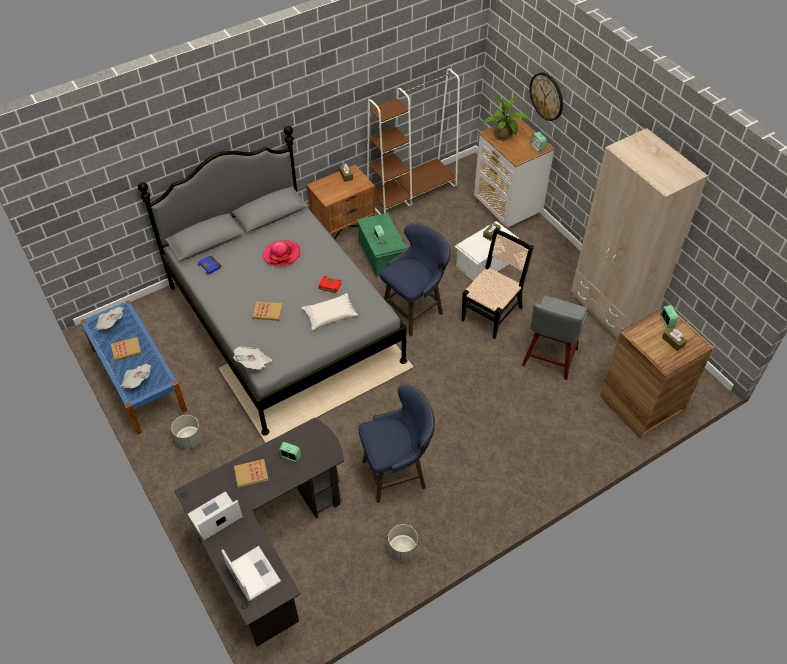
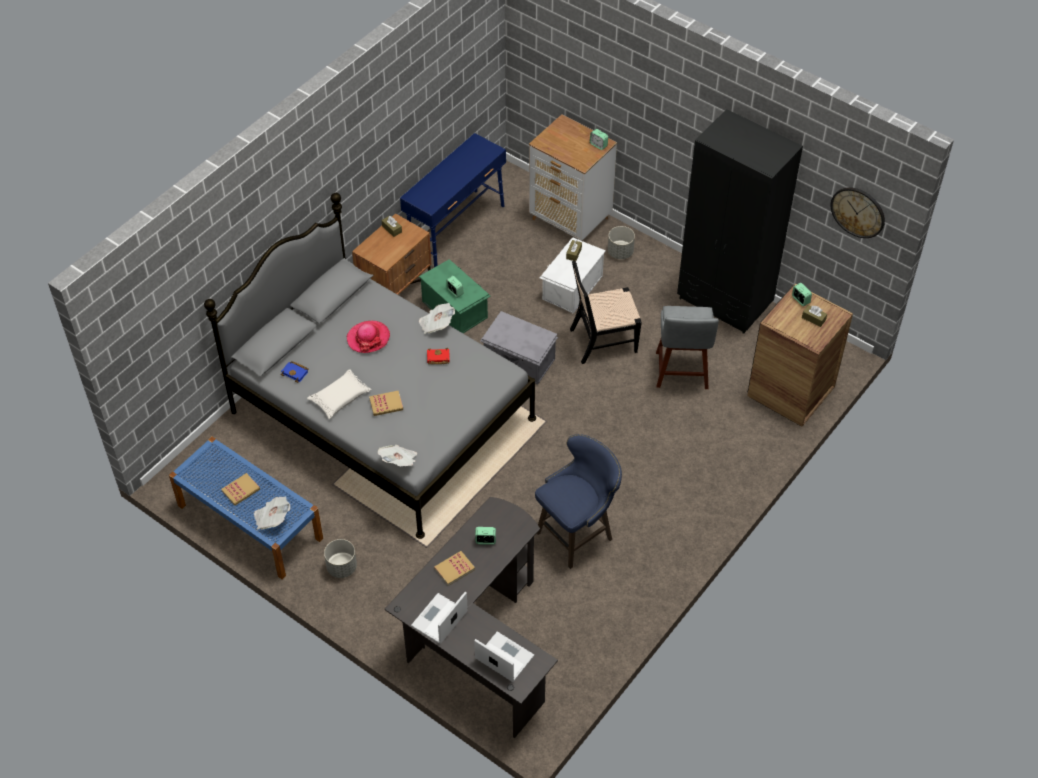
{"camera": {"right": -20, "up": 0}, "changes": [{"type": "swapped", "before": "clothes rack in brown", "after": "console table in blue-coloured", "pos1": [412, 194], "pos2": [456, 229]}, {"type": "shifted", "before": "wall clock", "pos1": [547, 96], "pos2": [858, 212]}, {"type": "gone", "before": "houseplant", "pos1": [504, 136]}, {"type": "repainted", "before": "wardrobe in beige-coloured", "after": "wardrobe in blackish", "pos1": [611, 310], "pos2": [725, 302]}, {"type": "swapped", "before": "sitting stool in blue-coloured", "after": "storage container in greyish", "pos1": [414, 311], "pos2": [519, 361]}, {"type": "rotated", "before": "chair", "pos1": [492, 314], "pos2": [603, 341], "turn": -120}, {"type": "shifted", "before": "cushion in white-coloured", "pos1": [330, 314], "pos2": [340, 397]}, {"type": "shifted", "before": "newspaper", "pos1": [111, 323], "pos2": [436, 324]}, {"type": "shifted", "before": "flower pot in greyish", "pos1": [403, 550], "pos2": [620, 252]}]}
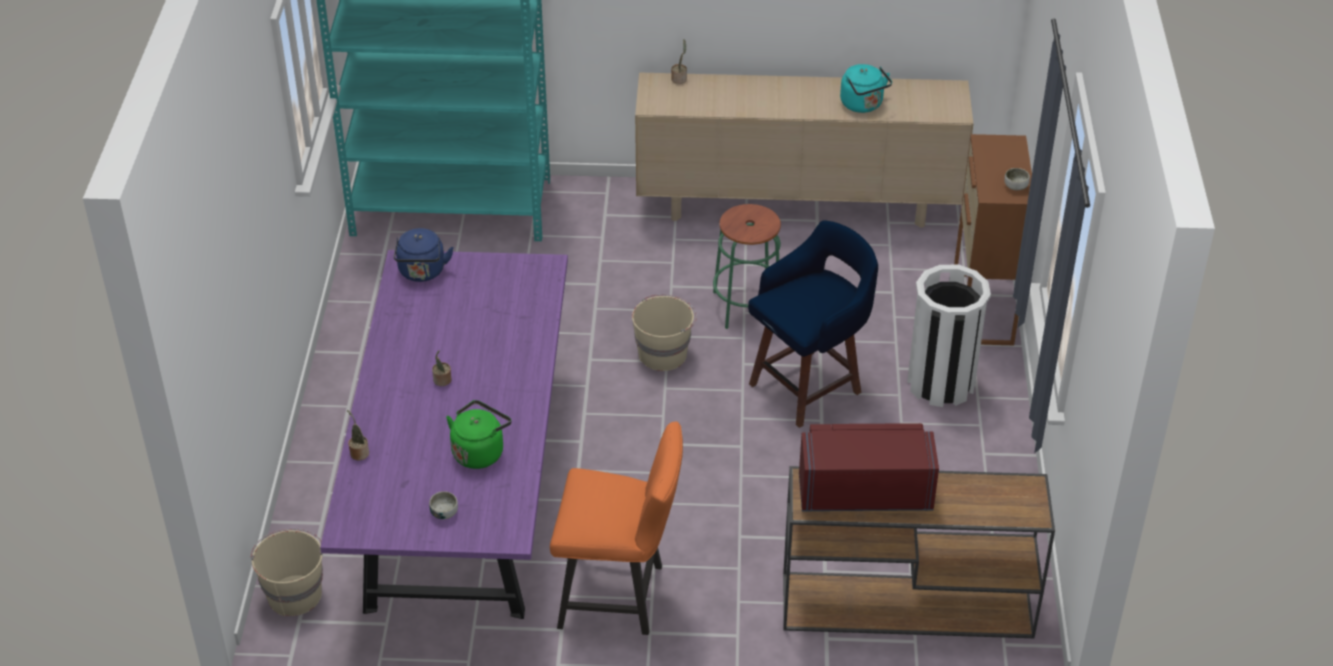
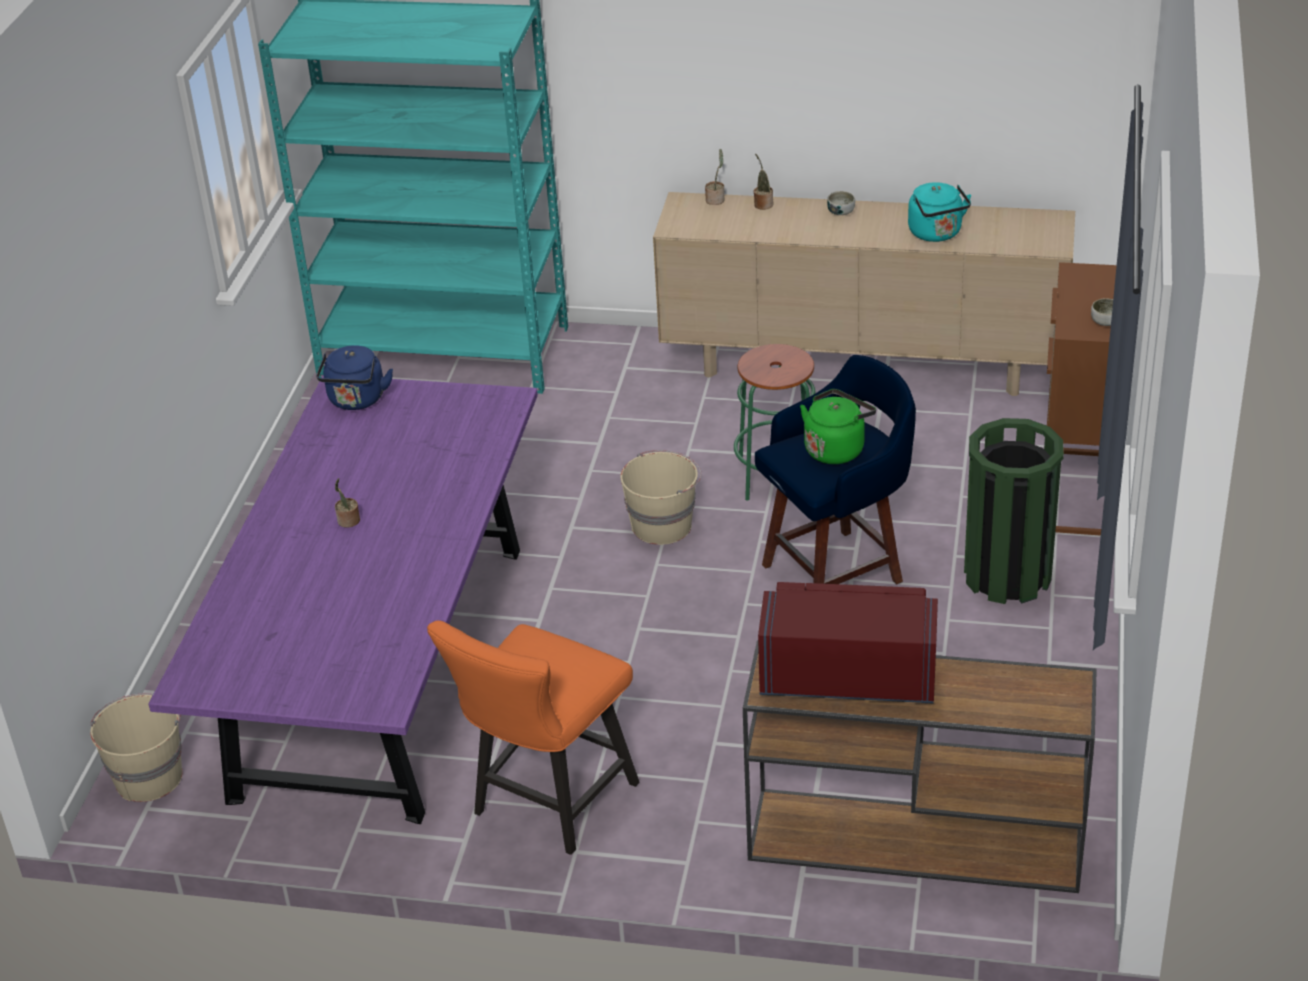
{"camera": {"right": 10, "up": -5}, "changes": [{"type": "repainted", "before": "waste bin in white-coloured", "after": "waste bin in greenish", "pos1": [941, 383], "pos2": [1007, 576]}, {"type": "shifted", "before": "kettle in greenish", "pos1": [480, 452], "pos2": [836, 449]}, {"type": "shifted", "before": "houseplant", "pos1": [359, 452], "pos2": [762, 204]}, {"type": "rotated", "before": "chair in orangey", "pos1": [620, 596], "pos2": [547, 805], "turn": 105}, {"type": "shifted", "before": "deep dish", "pos1": [444, 512], "pos2": [841, 212]}]}
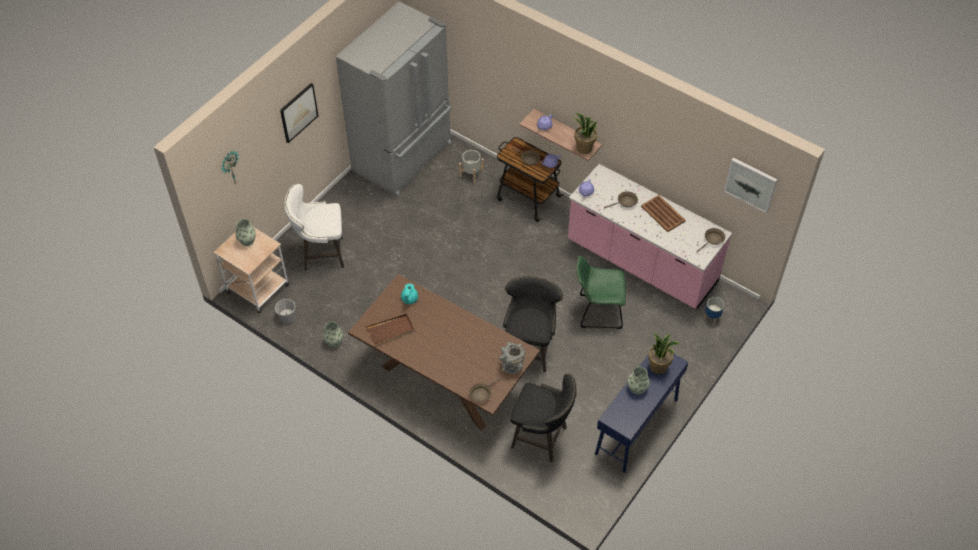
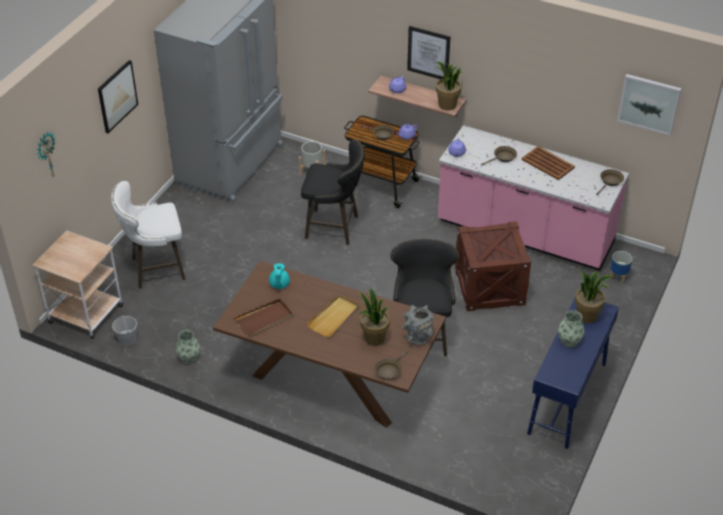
{"camera": {"right": -10, "up": -10}, "changes": [{"type": "gone", "before": "decorative vase", "pos1": [247, 240]}, {"type": "swapped", "before": "chair in greenish", "after": "shipping crate", "pos1": [597, 311], "pos2": [489, 287]}, {"type": "shifted", "before": "sitting stool in blackish", "pos1": [542, 438], "pos2": [334, 227]}, {"type": "new", "after": "wall picture", "pos2": [428, 53]}, {"type": "new", "after": "houseplant", "pos2": [374, 338]}, {"type": "new", "after": "serving tray in beige-coloured", "pos2": [334, 317]}]}
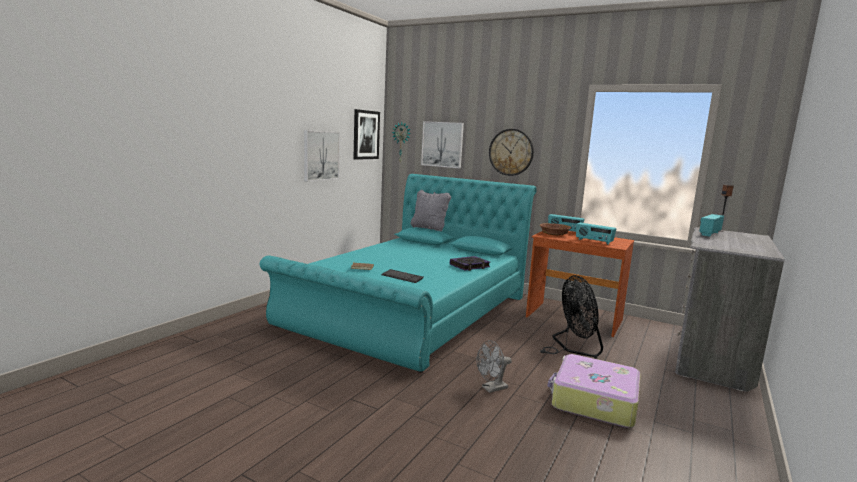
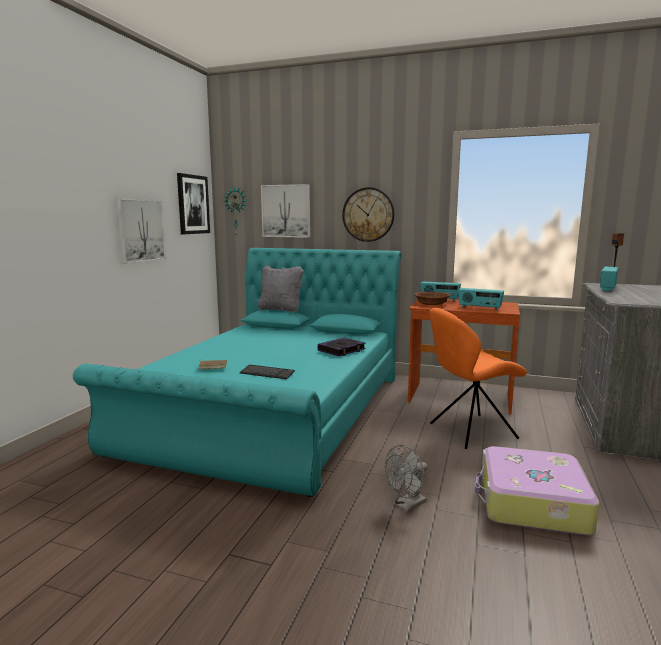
{"camera": {"right": -10, "up": 0}, "changes": [{"type": "swapped", "before": "cooling fan in blackish", "after": "chair in orangey", "pos1": [569, 345], "pos2": [470, 431]}]}
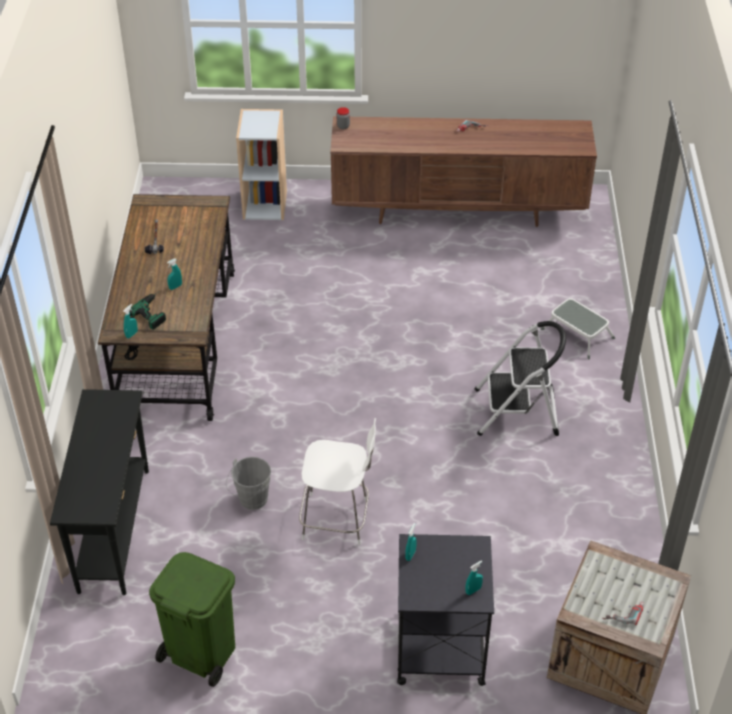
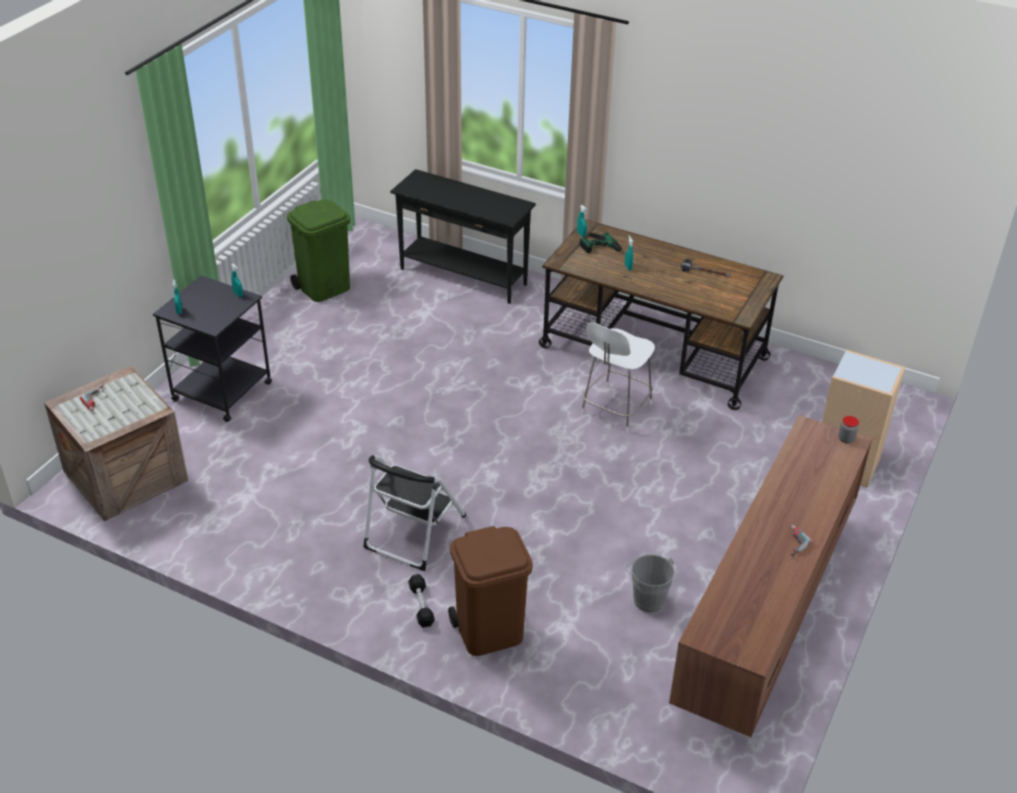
{"camera": {"right": 115, "up": -5}, "changes": [{"type": "swapped", "before": "step ladder in greyish", "after": "waste bin in brown", "pos1": [577, 333], "pos2": [490, 632]}, {"type": "shifted", "before": "chair in white-coloured", "pos1": [338, 520], "pos2": [615, 410]}, {"type": "shifted", "before": "water bucket in greyish", "pos1": [251, 501], "pos2": [646, 598]}, {"type": "new", "after": "dumbbell in blackish", "pos2": [421, 605]}]}
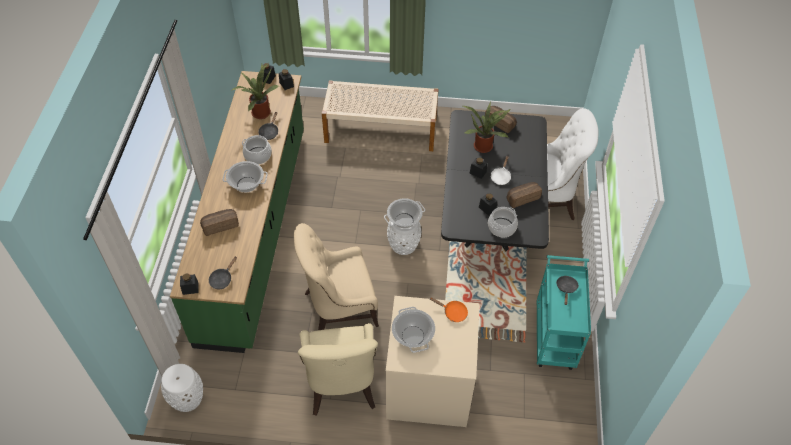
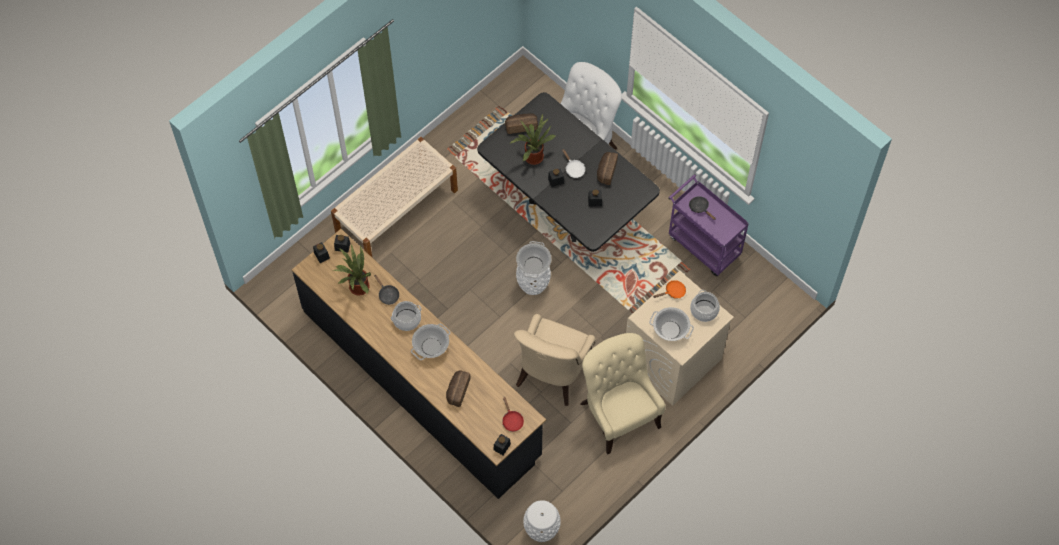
{"camera": {"right": -50, "up": 10}, "changes": [{"type": "repainted", "before": "kitchen counter in greenish", "after": "kitchen counter in blackish", "pos1": [255, 232], "pos2": [421, 382]}, {"type": "shifted", "before": "cooking pot", "pos1": [501, 227], "pos2": [704, 310]}, {"type": "repainted", "before": "wheeled cart in turquoise-coloured", "after": "wheeled cart in purplish", "pos1": [554, 337], "pos2": [702, 247]}, {"type": "repainted", "before": "frying pan in blackish", "after": "frying pan in red-coloured", "pos1": [222, 279], "pos2": [512, 420]}, {"type": "rotated", "before": "chair in beige-coloured", "pos1": [341, 382], "pos2": [618, 414], "turn": -150}]}
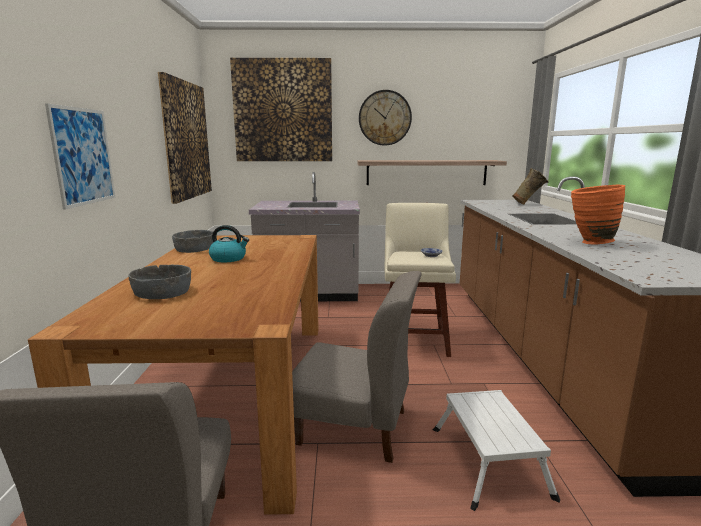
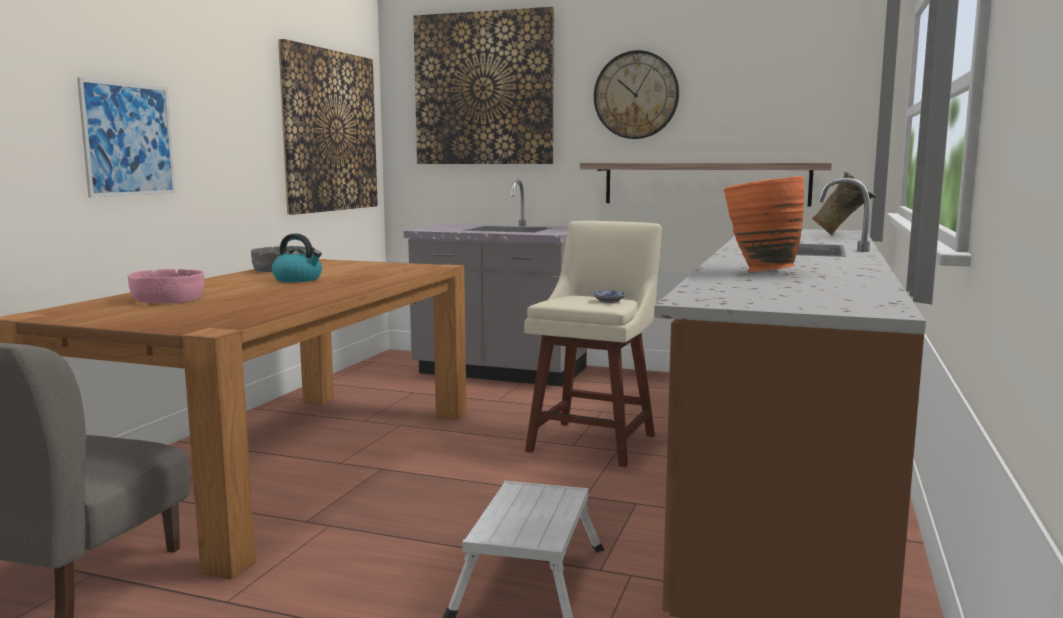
{"camera": {"right": 20, "up": -5}, "changes": [{"type": "repainted", "before": "deep dish in greyish", "after": "deep dish in pink-coloured", "pos1": [163, 292], "pos2": [168, 299]}, {"type": "gone", "before": "chair in greyish", "pos1": [354, 427]}]}
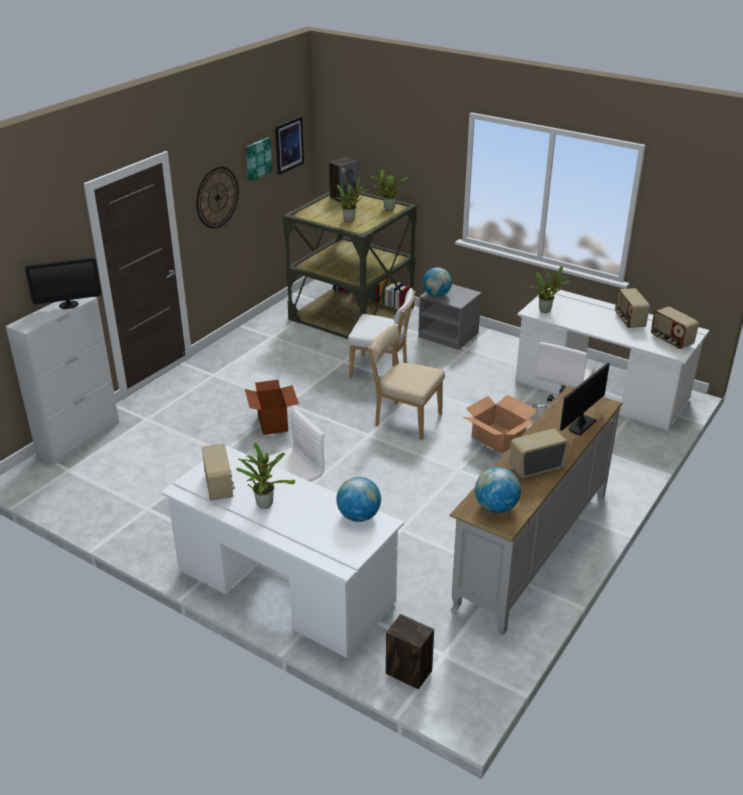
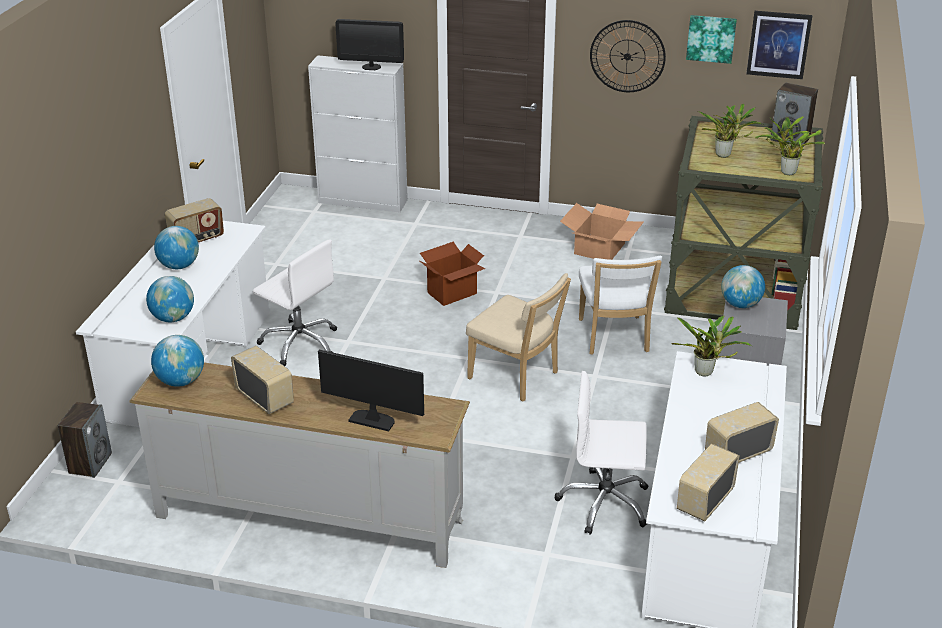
{"camera": {"right": 70, "up": 0}, "changes": [{"type": "rotated", "before": "computer screen", "pos1": [68, 305], "pos2": [371, 67], "turn": -45}, {"type": "rotated", "before": "chair in beige-coloured", "pos1": [405, 419], "pos2": [516, 377], "turn": 120}, {"type": "shifted", "before": "cardboard box", "pos1": [498, 437], "pos2": [600, 248]}, {"type": "swapped", "before": "houseplant", "after": "globe", "pos1": [264, 503], "pos2": [179, 266]}]}
